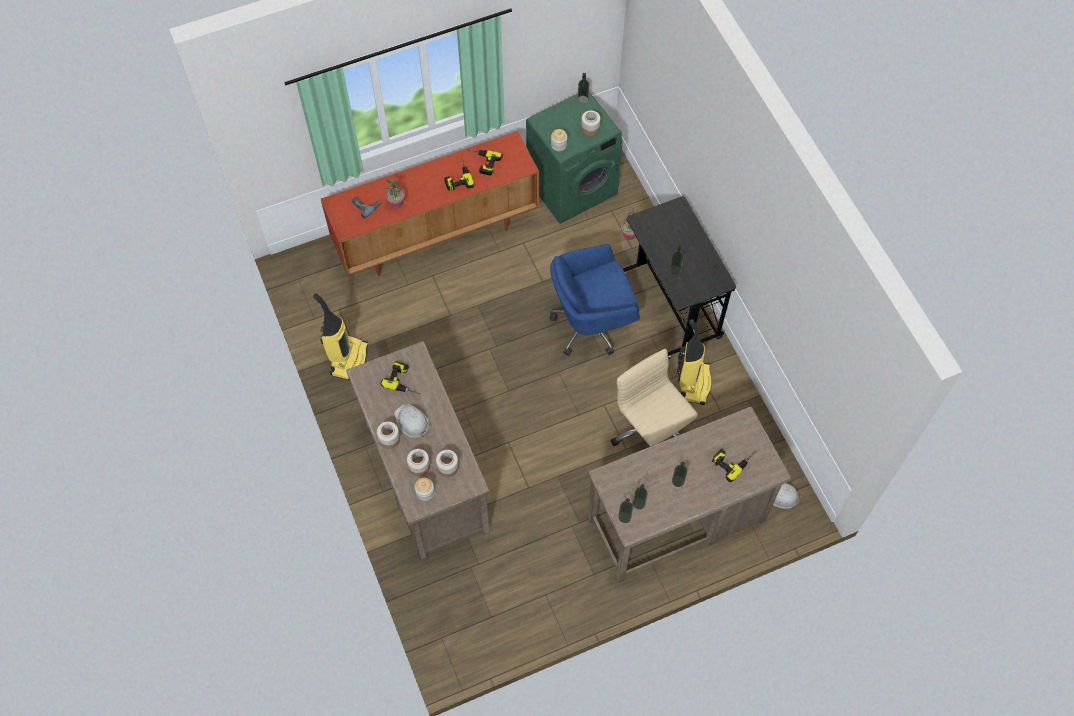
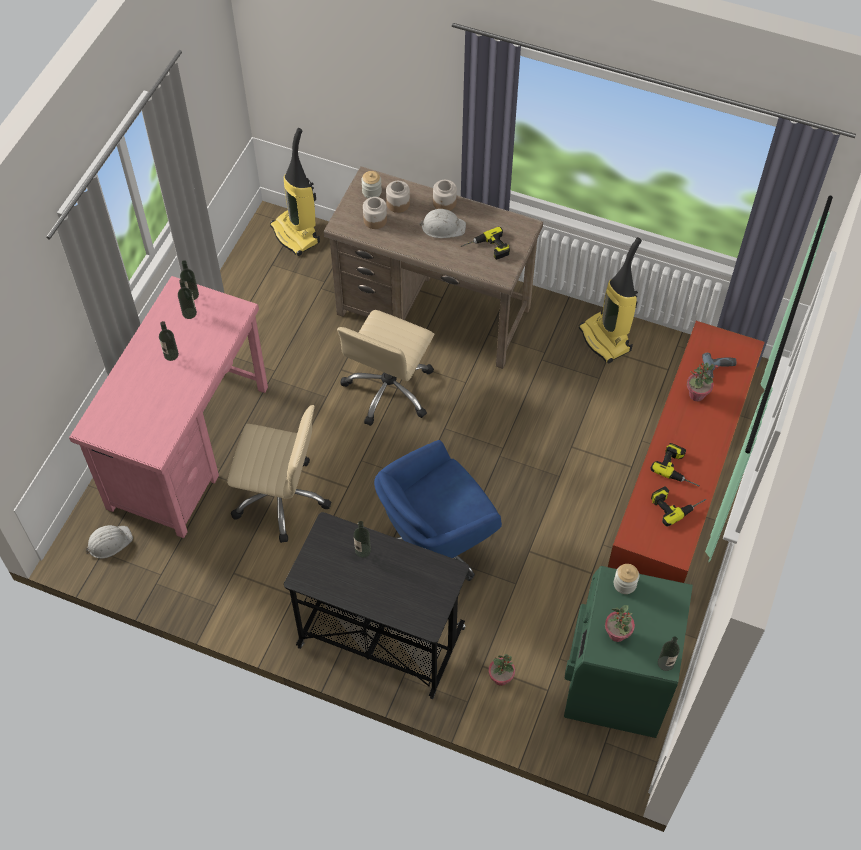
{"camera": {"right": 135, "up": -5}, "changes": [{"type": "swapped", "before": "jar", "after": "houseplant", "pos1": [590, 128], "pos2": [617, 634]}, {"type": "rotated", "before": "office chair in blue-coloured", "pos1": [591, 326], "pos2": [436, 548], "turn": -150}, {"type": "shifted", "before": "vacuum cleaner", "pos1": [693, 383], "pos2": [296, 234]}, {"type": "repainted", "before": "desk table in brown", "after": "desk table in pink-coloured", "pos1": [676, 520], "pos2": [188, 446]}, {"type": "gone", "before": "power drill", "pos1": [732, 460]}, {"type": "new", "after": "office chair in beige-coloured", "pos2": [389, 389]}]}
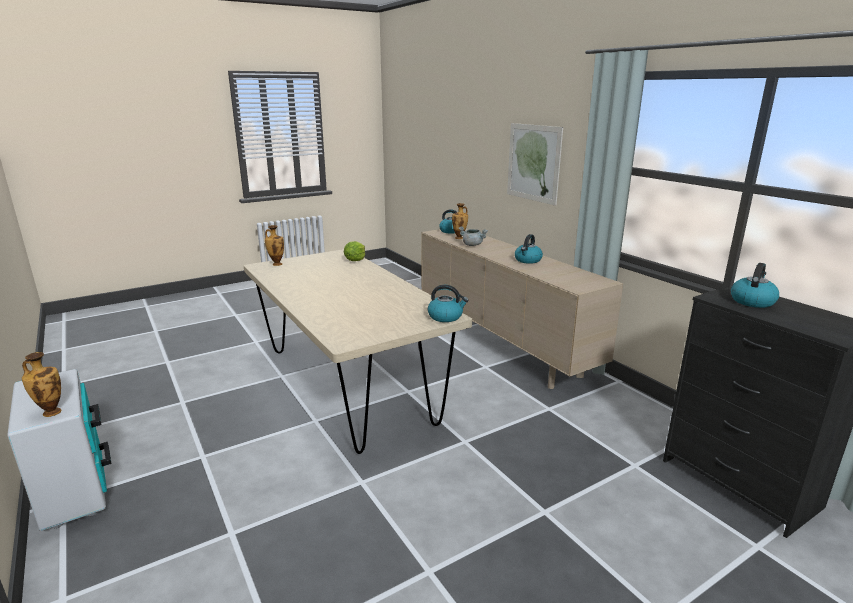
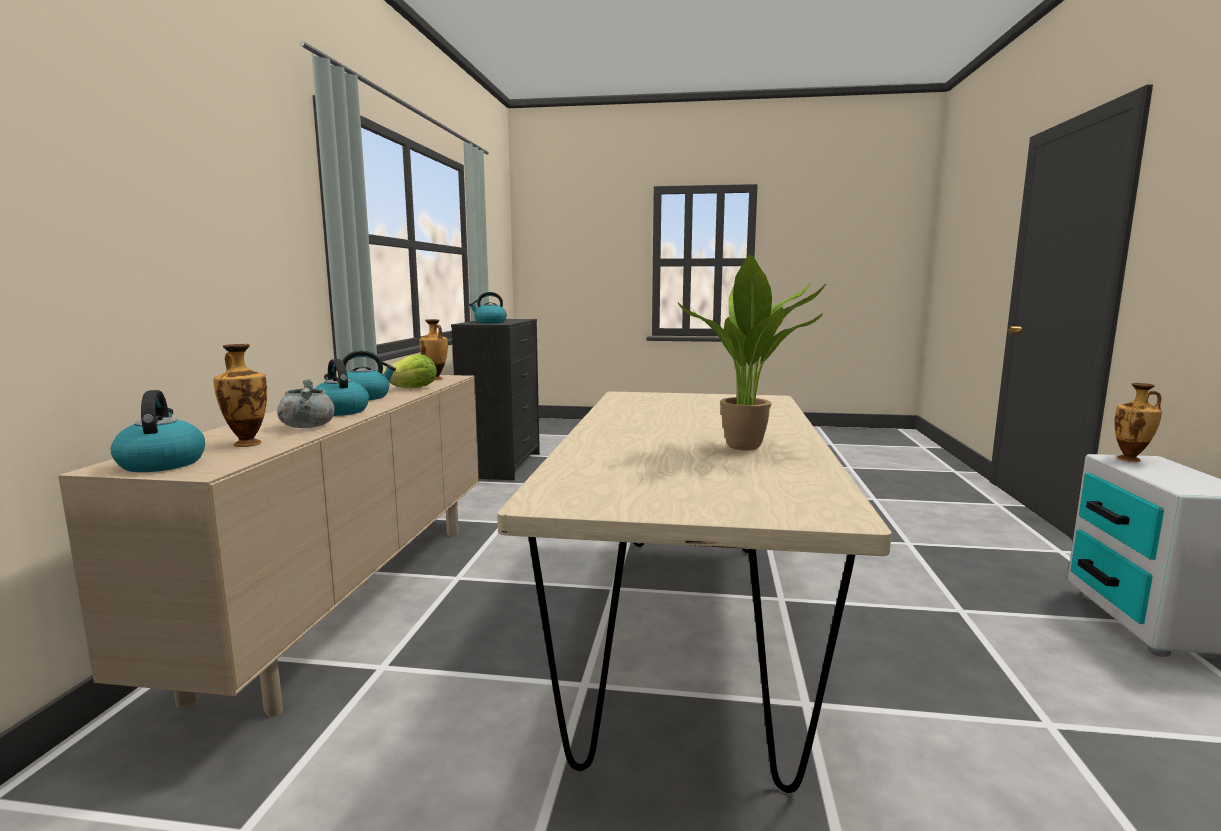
{"camera": {"right": -140, "up": -10}, "changes": [{"type": "gone", "before": "wall picture", "pos1": [533, 163]}, {"type": "shifted", "before": "decorative vase", "pos1": [276, 264], "pos2": [435, 379]}, {"type": "shifted", "before": "lettuce", "pos1": [355, 260], "pos2": [413, 389]}, {"type": "shifted", "before": "kettle", "pos1": [446, 316], "pos2": [339, 411]}, {"type": "new", "after": "houseplant", "pos2": [749, 448]}]}
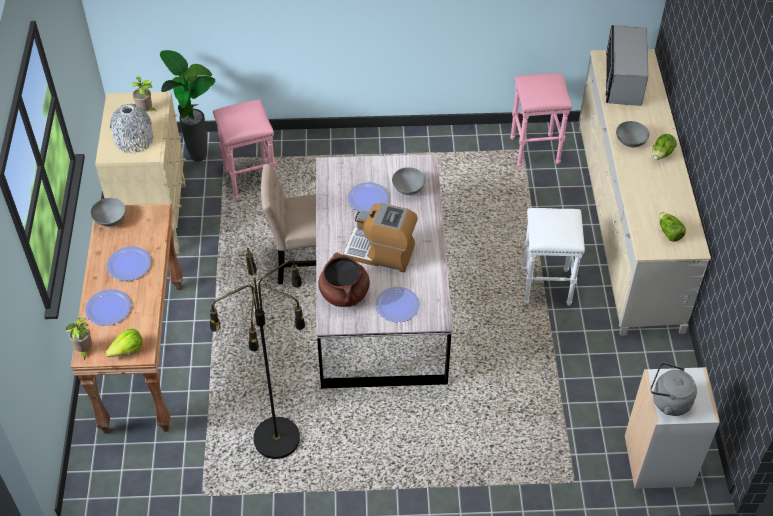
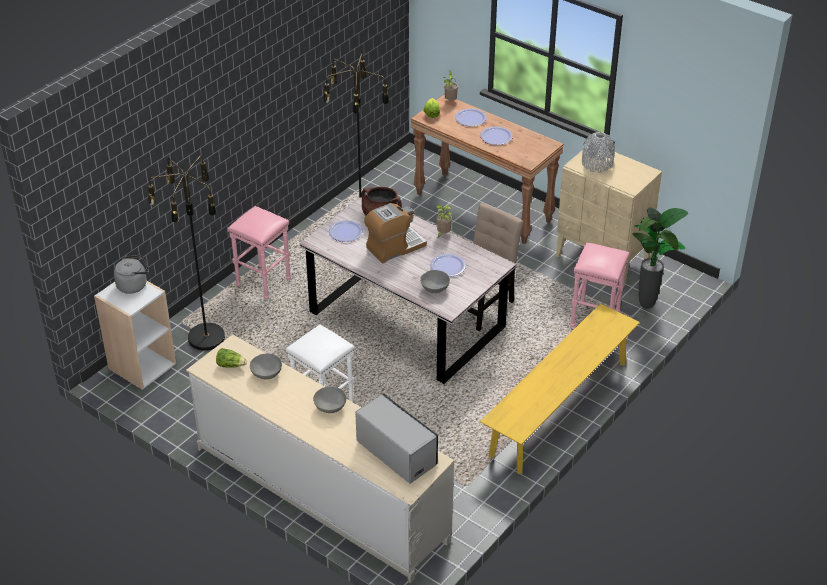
{"camera": {"right": 130, "up": -10}, "changes": [{"type": "shifted", "before": "sitting stool in pink-coloured", "pos1": [534, 151], "pos2": [263, 281]}, {"type": "shifted", "before": "houseplant", "pos1": [146, 111], "pos2": [443, 234]}, {"type": "gone", "before": "lettuce", "pos1": [662, 154]}, {"type": "shifted", "before": "deep dish in greyish", "pos1": [110, 220], "pos2": [266, 374]}, {"type": "new", "after": "floor lamp", "pos2": [205, 338]}, {"type": "new", "after": "bench in yellowish", "pos2": [559, 408]}]}
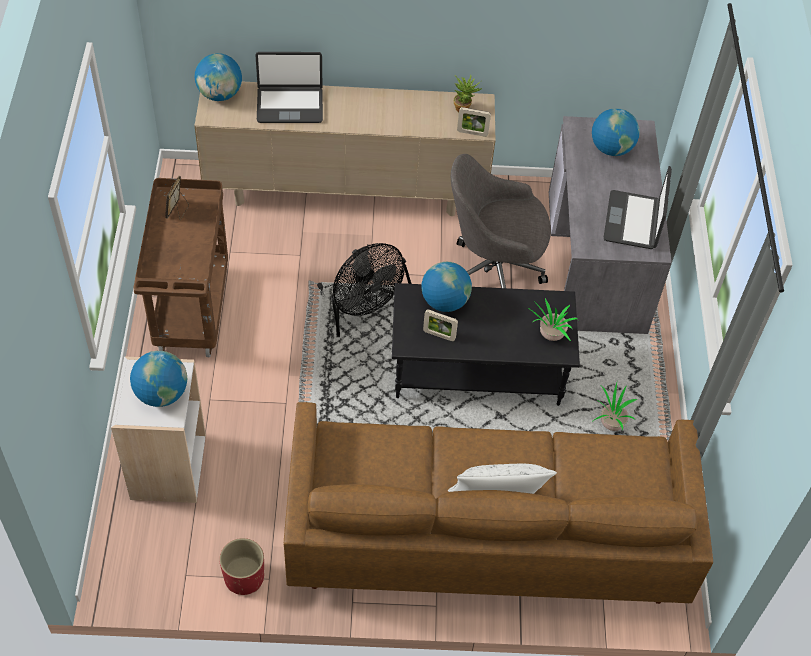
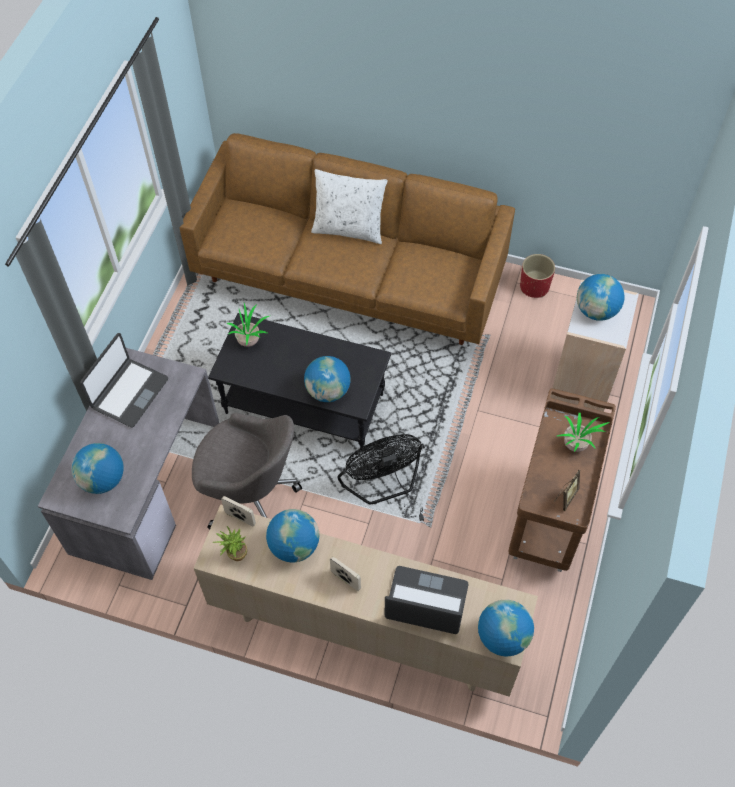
{"camera": {"right": -160, "up": 5}, "changes": [{"type": "shifted", "before": "photo frame", "pos1": [439, 335], "pos2": [345, 580]}, {"type": "shifted", "before": "houseplant", "pos1": [610, 423], "pos2": [576, 446]}, {"type": "new", "after": "globe", "pos2": [294, 546]}]}
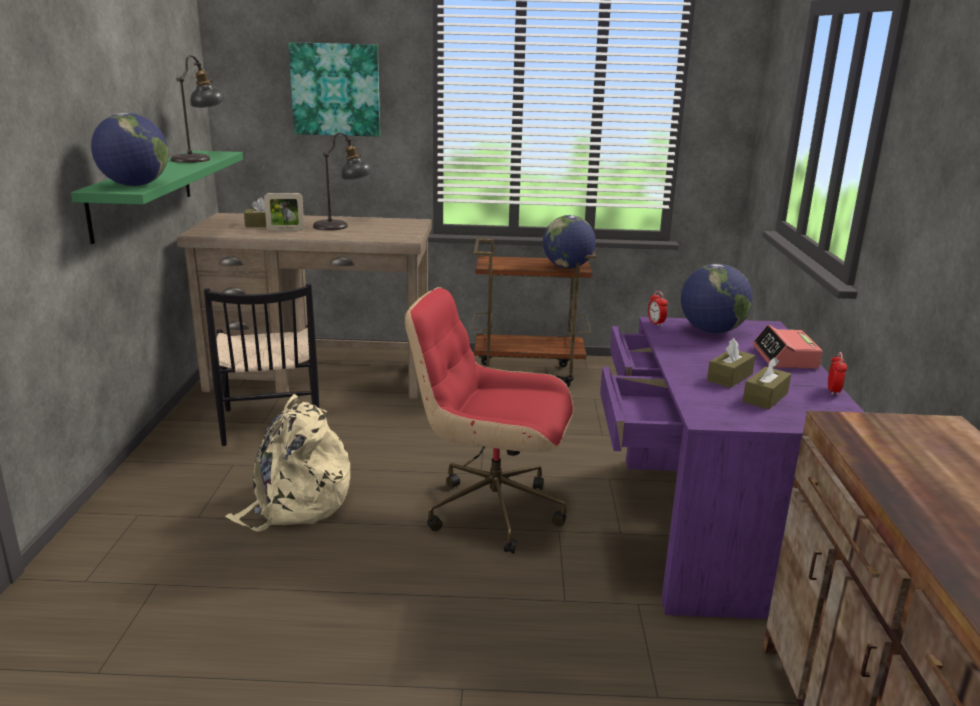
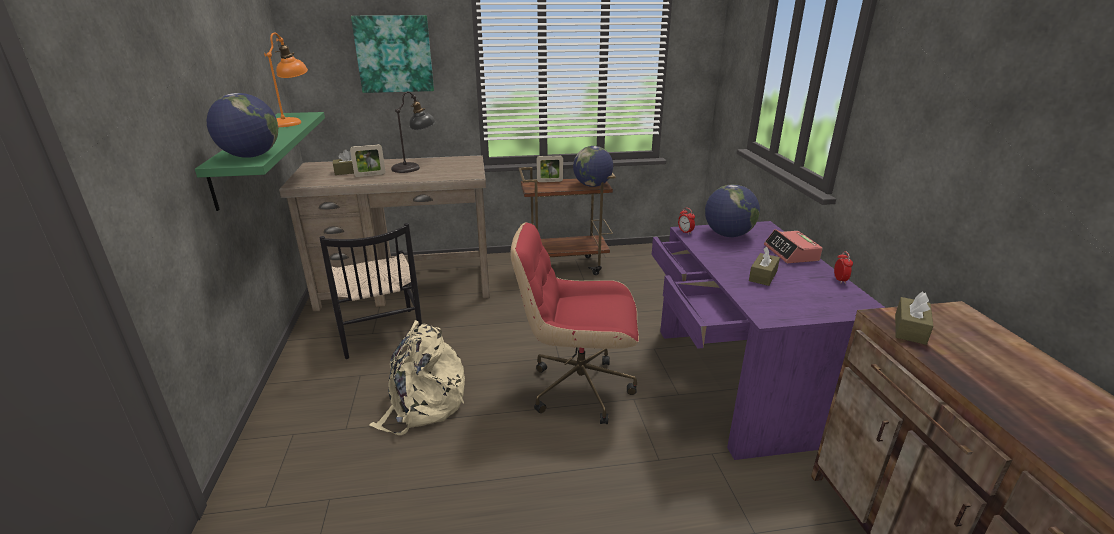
{"camera": {"right": -10, "up": 5}, "changes": [{"type": "repainted", "before": "tabletop lamp in greyish", "after": "tabletop lamp in orangey", "pos1": [200, 157], "pos2": [291, 120]}, {"type": "shifted", "before": "tissue holder in brown", "pos1": [765, 397], "pos2": [910, 329]}, {"type": "new", "after": "photo frame", "pos2": [549, 181]}]}
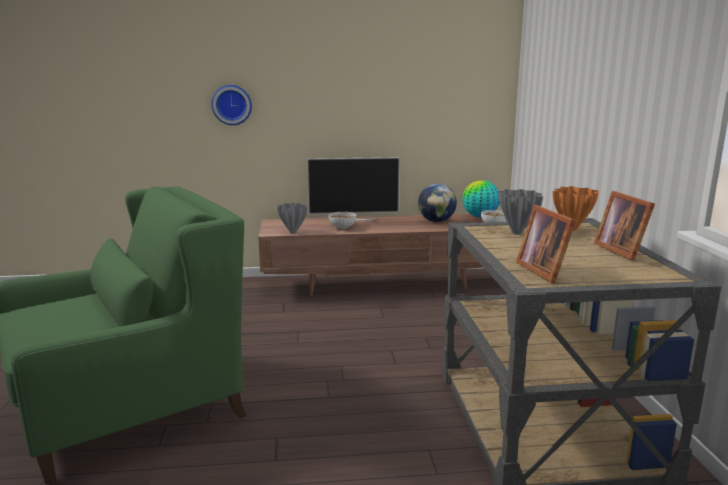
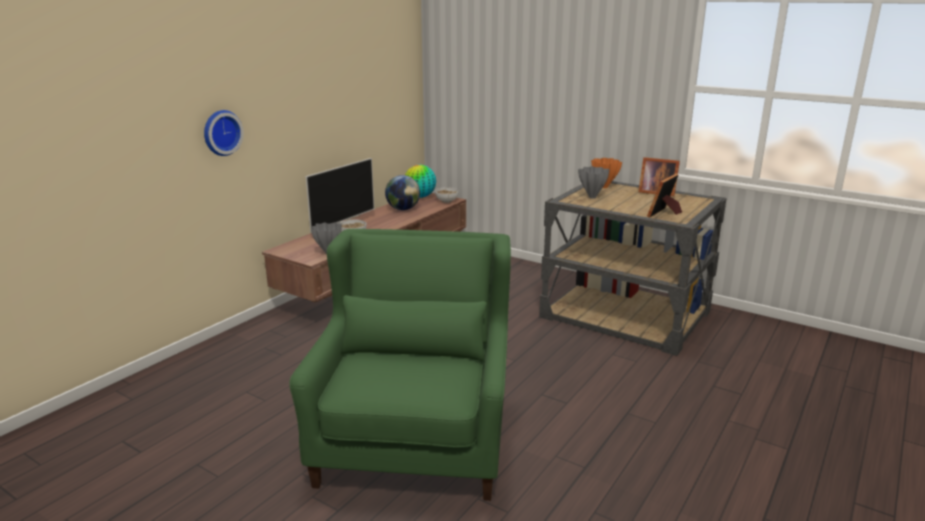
{"camera": {"right": -50, "up": 5}, "changes": [{"type": "rotated", "before": "photo frame", "pos1": [544, 270], "pos2": [664, 213], "turn": 105}]}
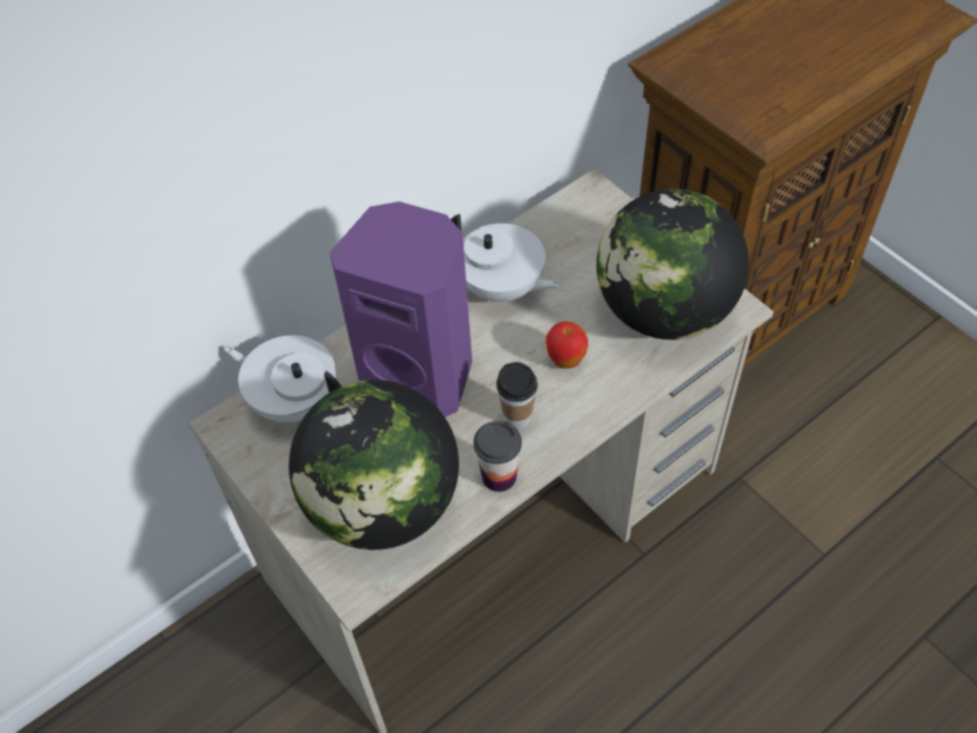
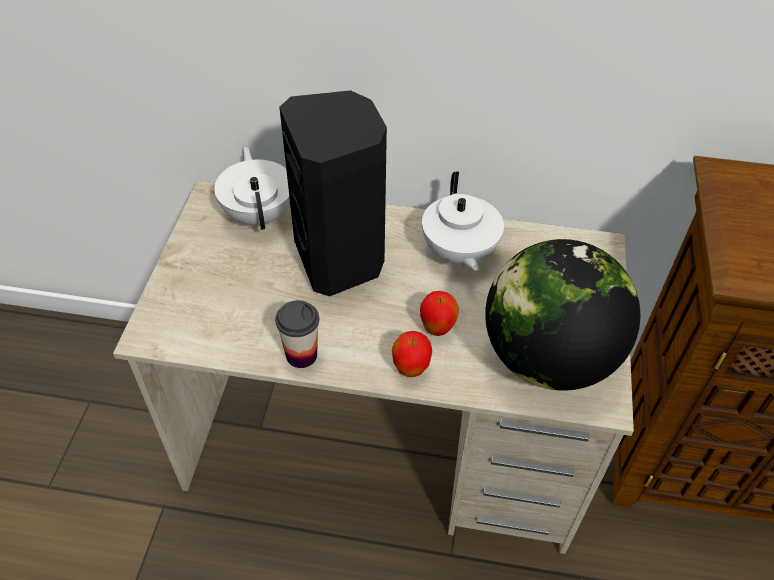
{"camera": {"right": 45, "up": -5}, "changes": [{"type": "repainted", "before": "audio speaker in purplish", "after": "audio speaker in blackish", "pos1": [420, 375], "pos2": [341, 259]}, {"type": "gone", "before": "drinking cup", "pos1": [517, 417]}, {"type": "gone", "before": "globe", "pos1": [384, 504]}, {"type": "new", "after": "whole apple", "pos2": [410, 369]}]}
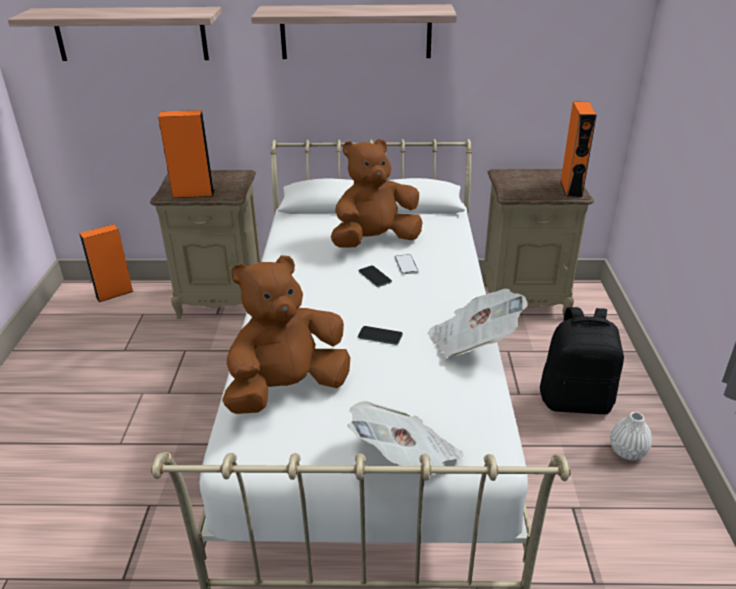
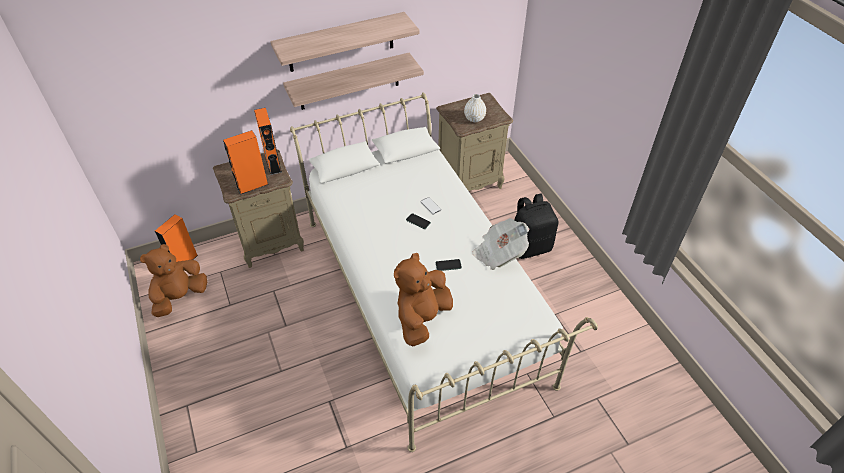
{"camera": {"right": -25, "up": 15}, "changes": [{"type": "shifted", "before": "wall shelf", "pos1": [131, 34], "pos2": [349, 82]}, {"type": "shifted", "before": "audio speaker in orangey", "pos1": [571, 188], "pos2": [273, 164]}, {"type": "shifted", "before": "cuddly toy in brown", "pos1": [375, 241], "pos2": [180, 297]}, {"type": "gone", "before": "newspaper", "pos1": [406, 459]}, {"type": "shifted", "before": "decorative vase in white-coloured", "pos1": [627, 452], "pos2": [474, 118]}]}
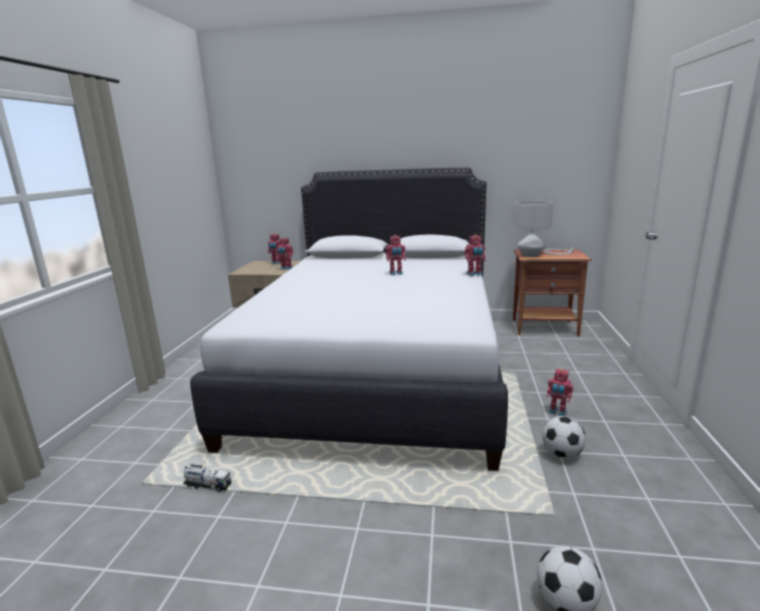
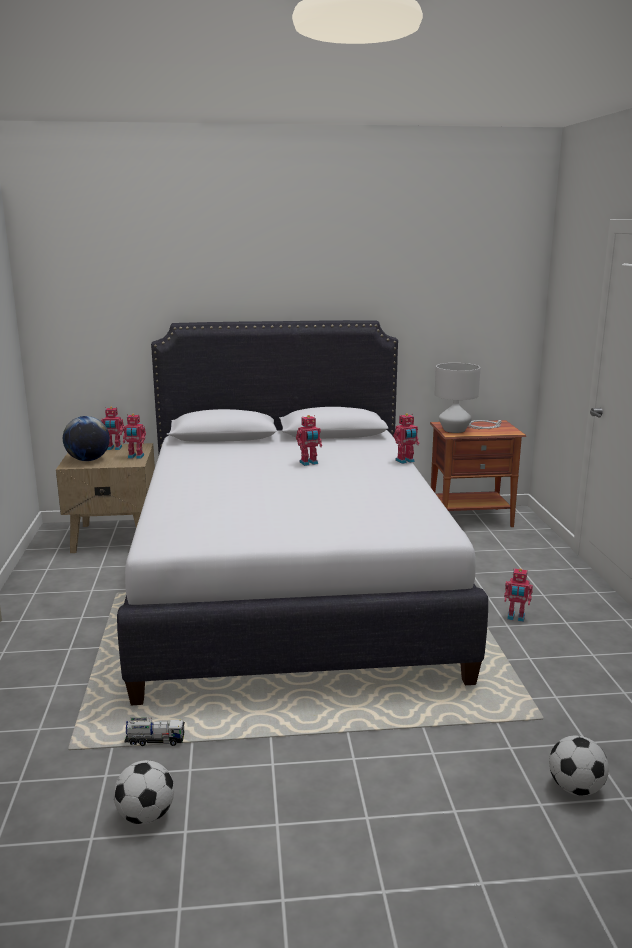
{"camera": {"right": -15, "up": 0}, "changes": [{"type": "shifted", "before": "ball for football", "pos1": [561, 454], "pos2": [146, 816]}, {"type": "new", "after": "globe", "pos2": [88, 460]}]}
